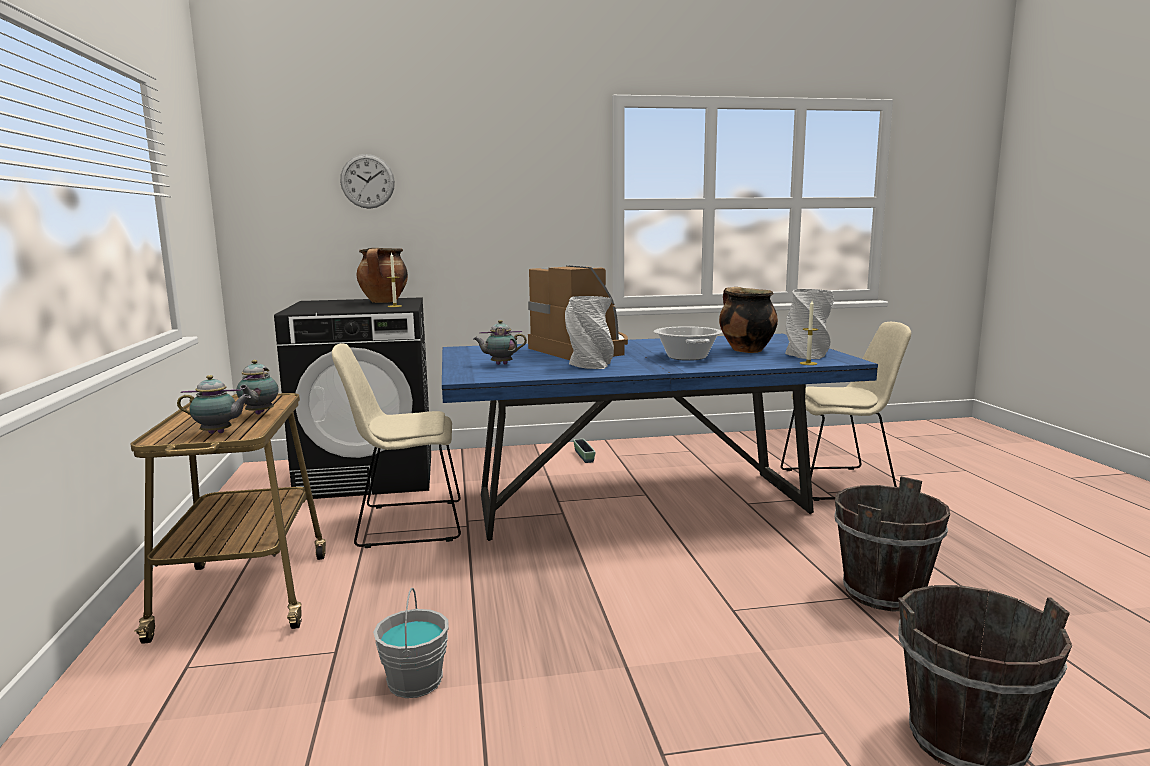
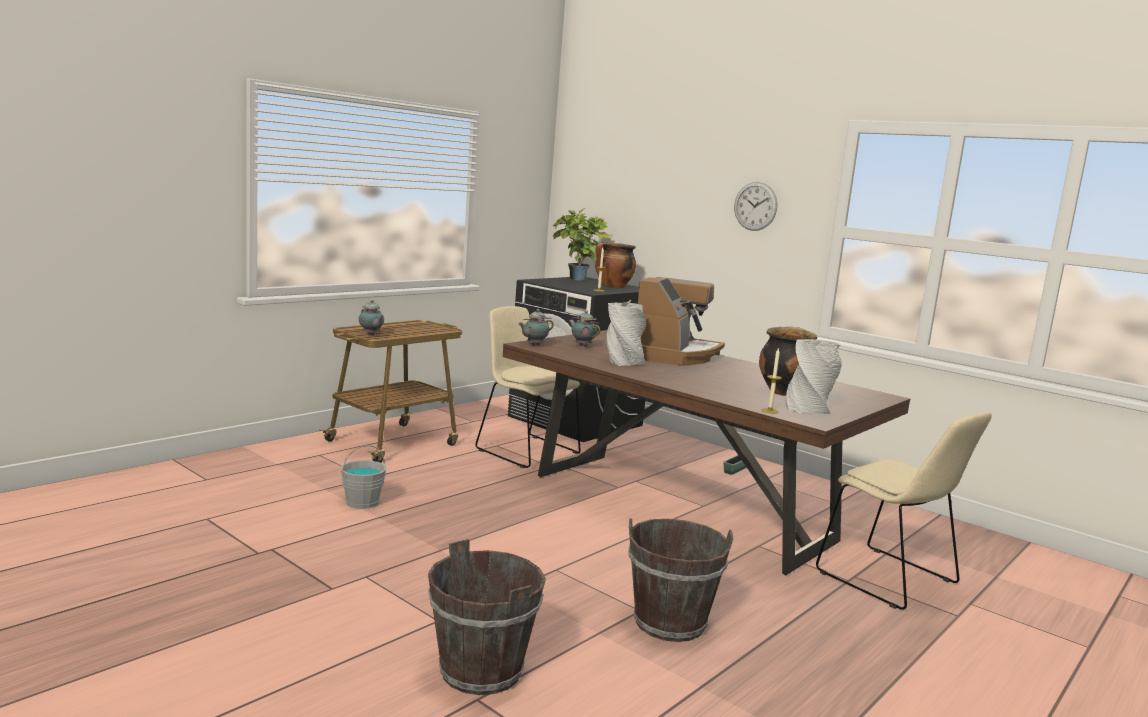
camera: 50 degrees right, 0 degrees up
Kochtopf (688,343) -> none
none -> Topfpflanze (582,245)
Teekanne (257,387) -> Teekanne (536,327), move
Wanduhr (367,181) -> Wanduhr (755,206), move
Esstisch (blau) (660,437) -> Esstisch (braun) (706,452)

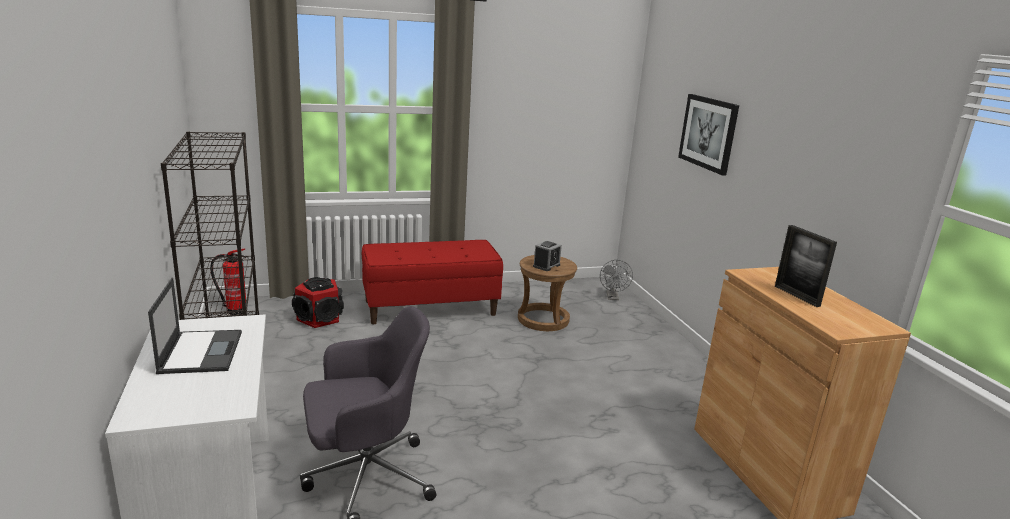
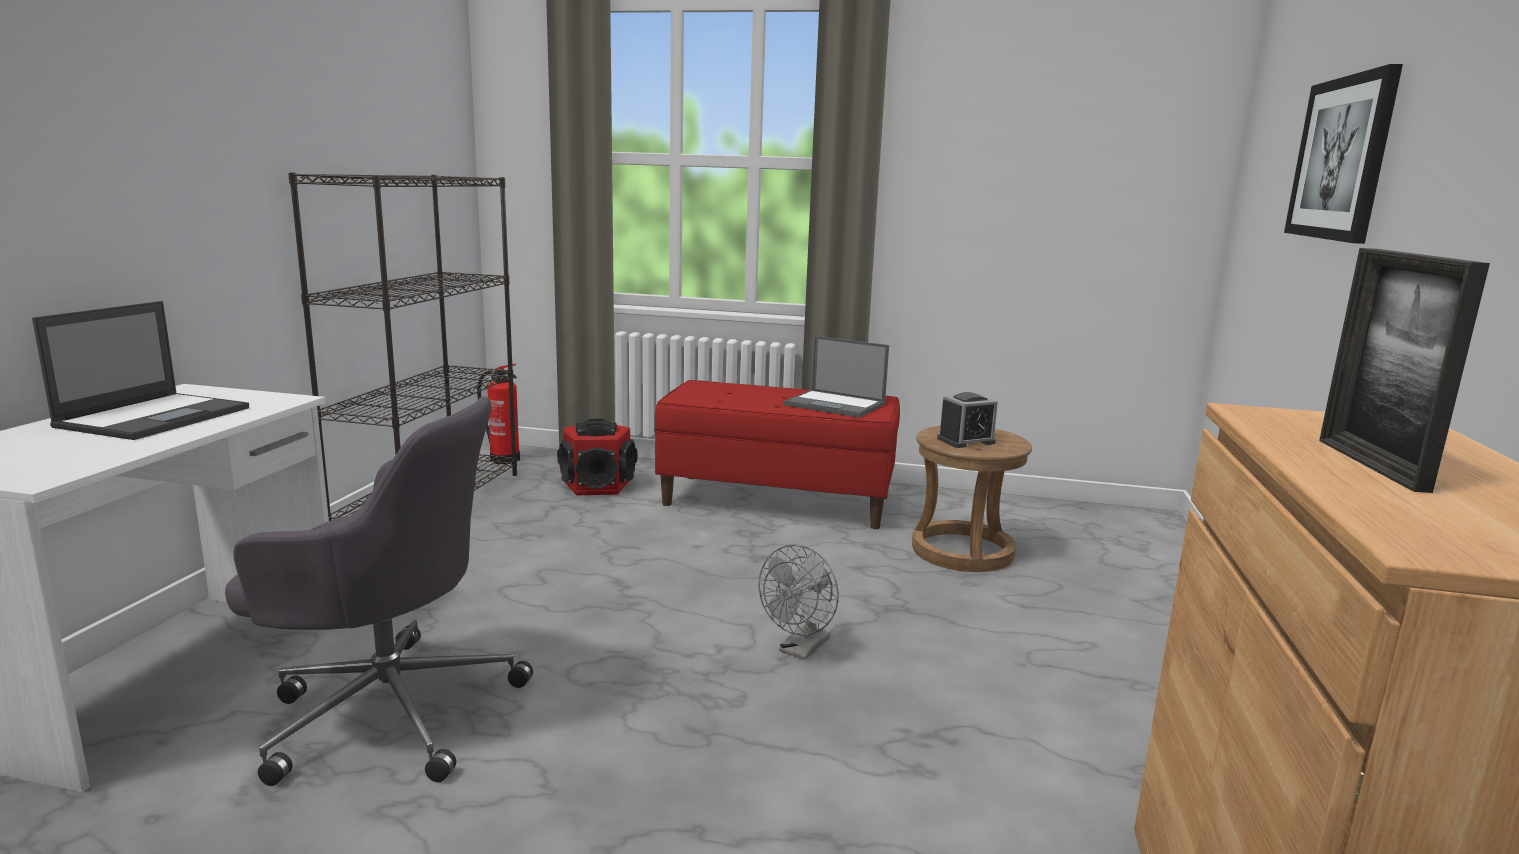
camera: 30 degrees right, 5 degrees down
none -> Laptop (836,377)
Ventilator (grau) (616,280) -> Ventilator (grau) (798,602), move

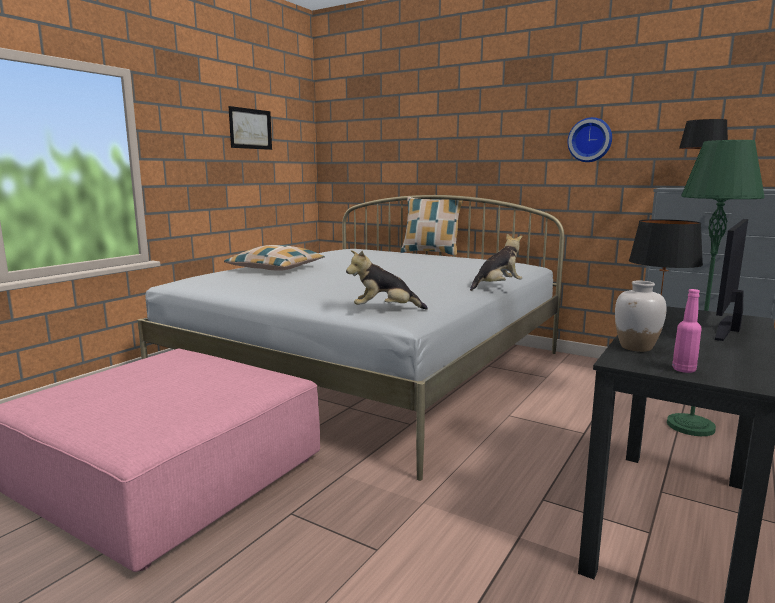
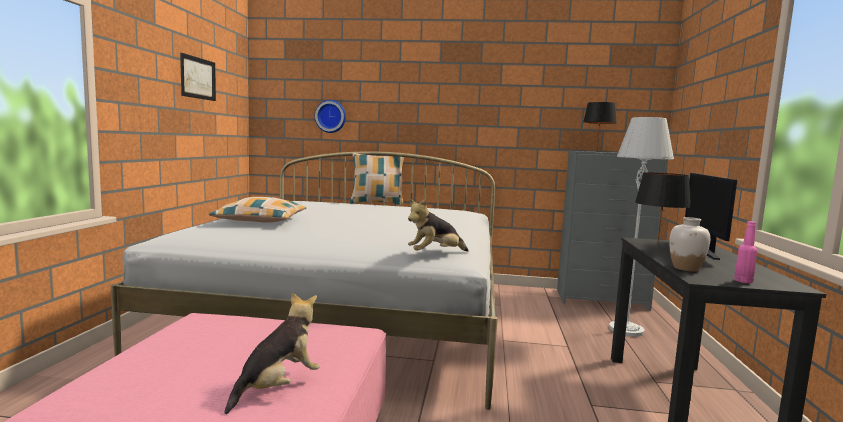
camera: 25 degrees left, 5 degrees down
Plüschtier (496,262) -> Plüschtier (272,353), move
Wanduhr (589,139) -> Wanduhr (330,116), move
Stehlampe (grün) (716,288) -> Stehlampe (grau) (641,227)

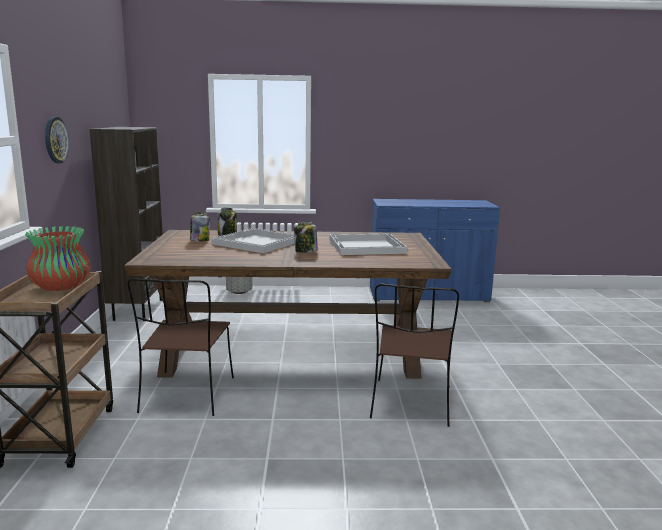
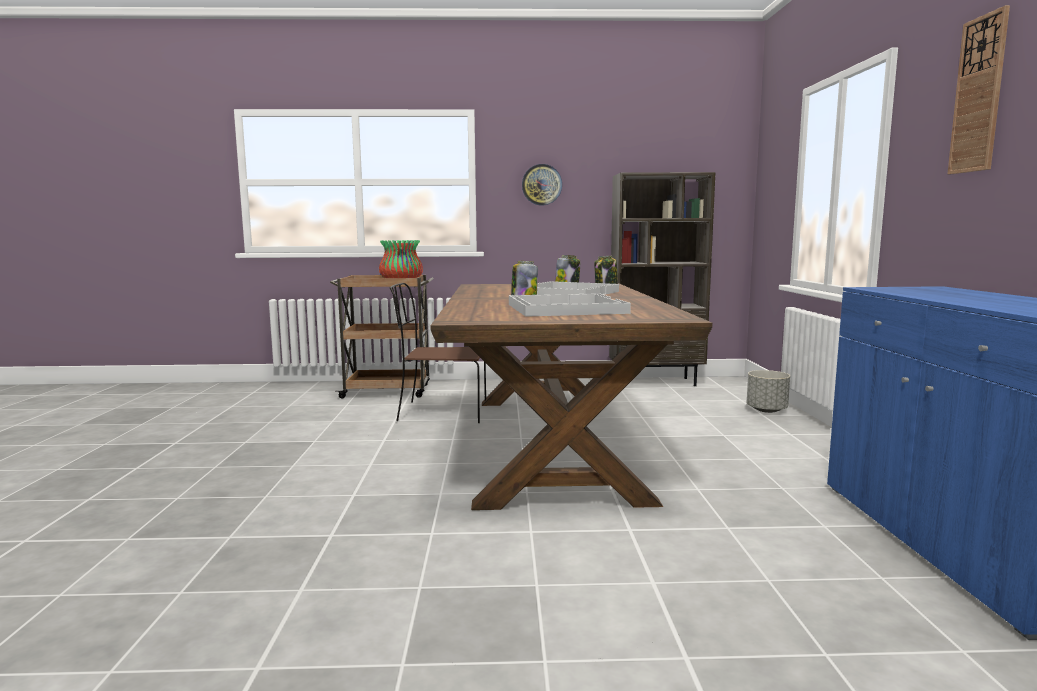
camera: 90 degrees right, 5 degrees down
Stuhl (braun) (414,355) -> none
none -> Wanduhr (979,89)

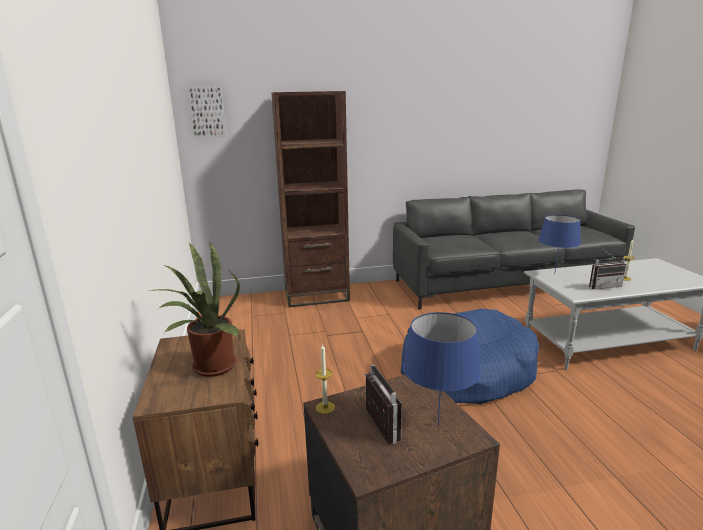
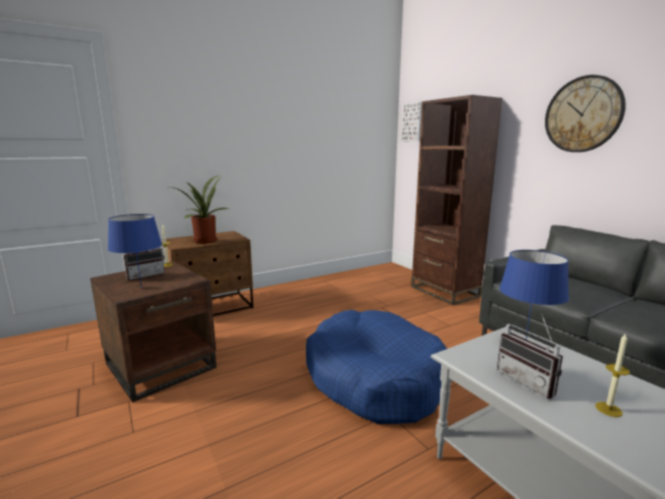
camera: 70 degrees right, 5 degrees down
none -> Wanduhr (585,113)

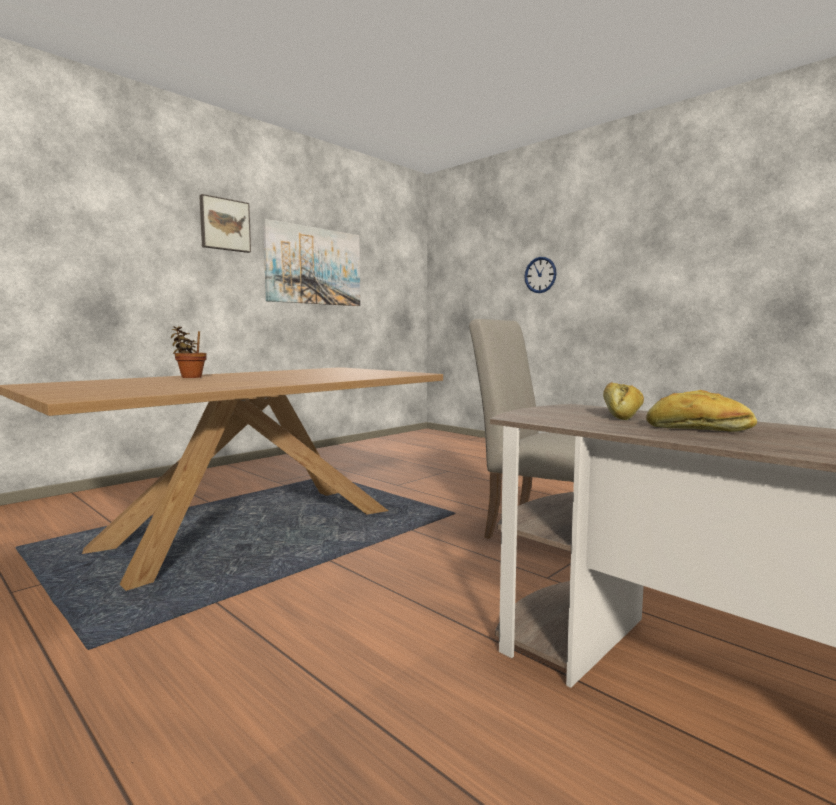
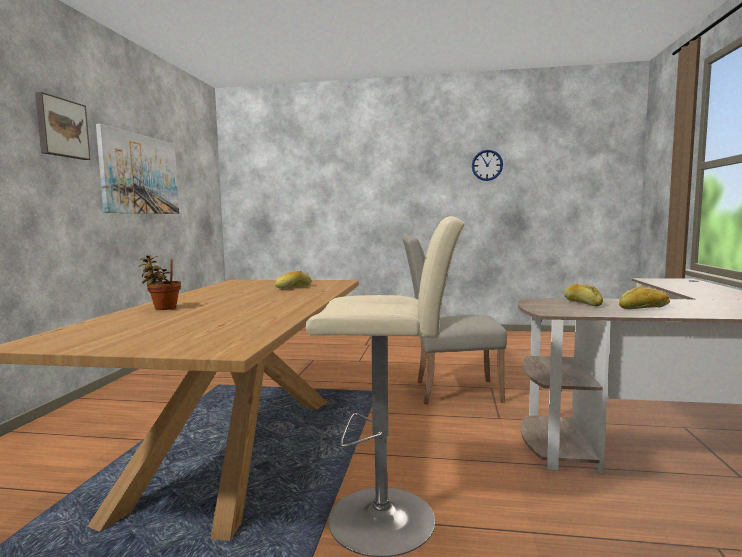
camera: 35 degrees left, 0 degrees up
none -> Brot (293,280)
none -> Hocker (beige) (385,386)
Wanduhr (540,275) -> Wanduhr (487,165), move

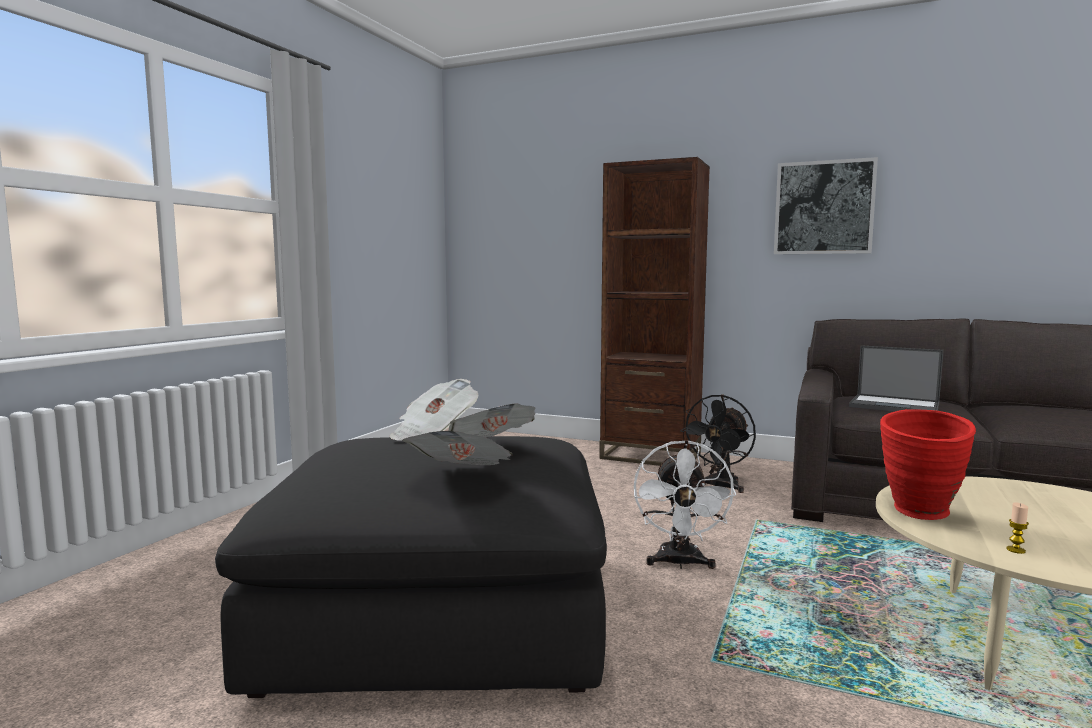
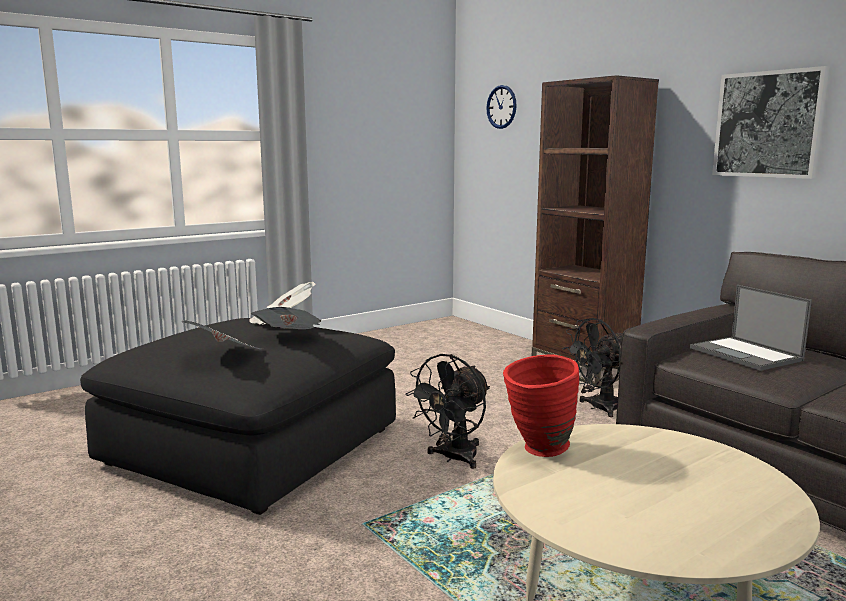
camera: 30 degrees right, 5 degrees up
Kerze (1017,528) -> none
none -> Wanduhr (501,107)
Ventilator (weiß) (685,504) -> Ventilator (schwarz) (448,411)

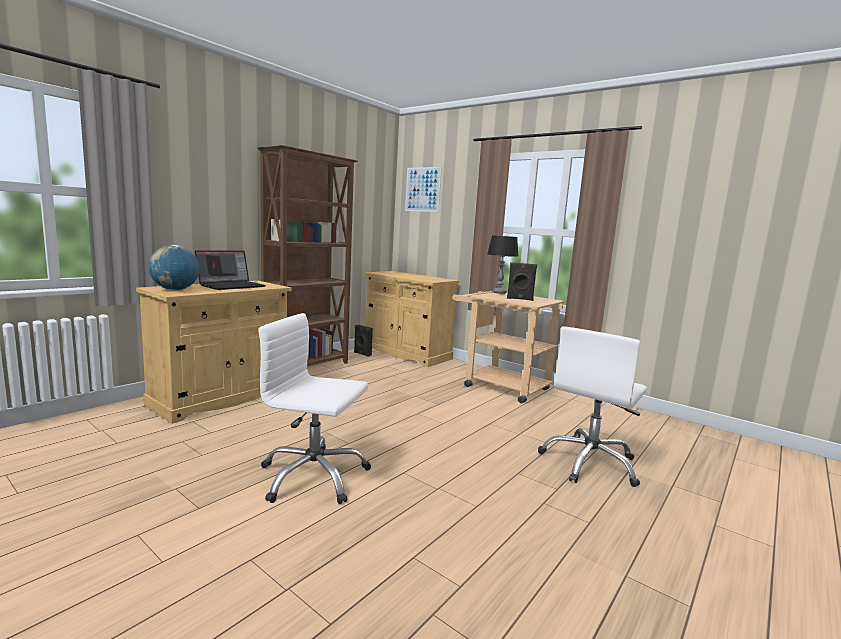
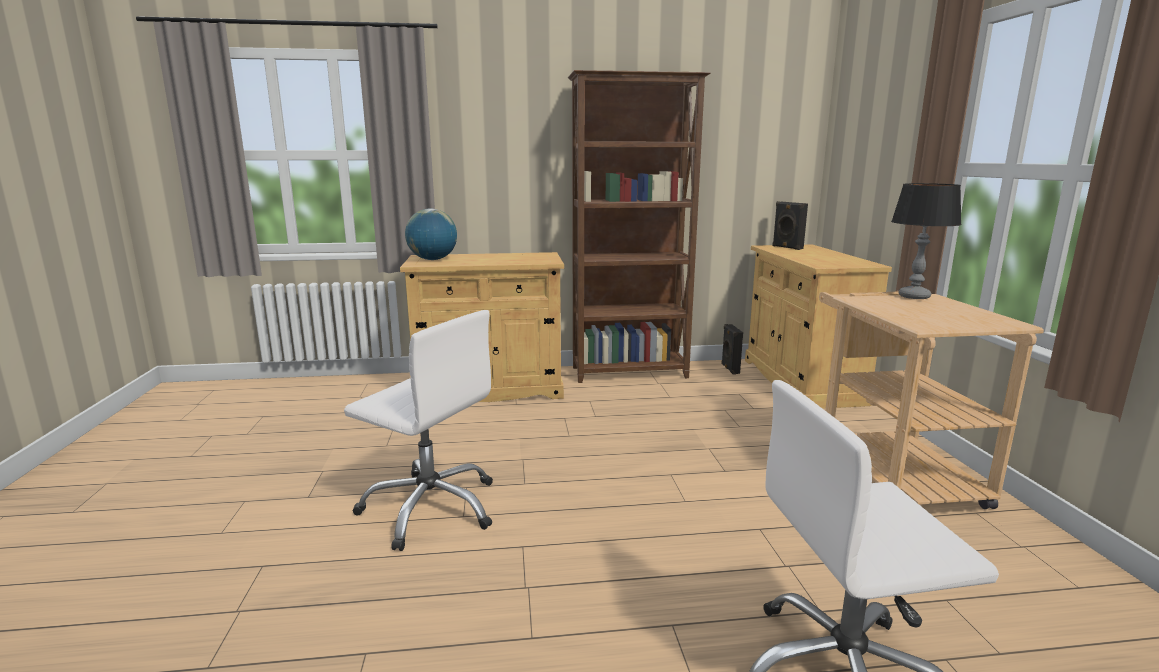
camera: 45 degrees right, 5 degrees up
Laptop (230,270) -> none
Bild (423,189) -> none
Lautsprecher (schwarz) (522,281) -> Lautsprecher (schwarz) (790,225), move
Bürostuhl (weiß) (314,408) -> Bürostuhl (weiß) (418,430), 150 degrees clockwise

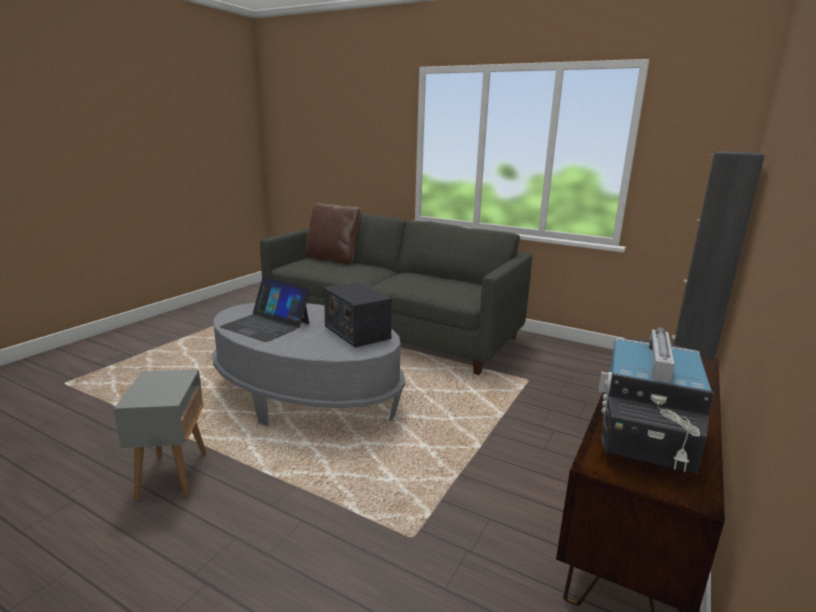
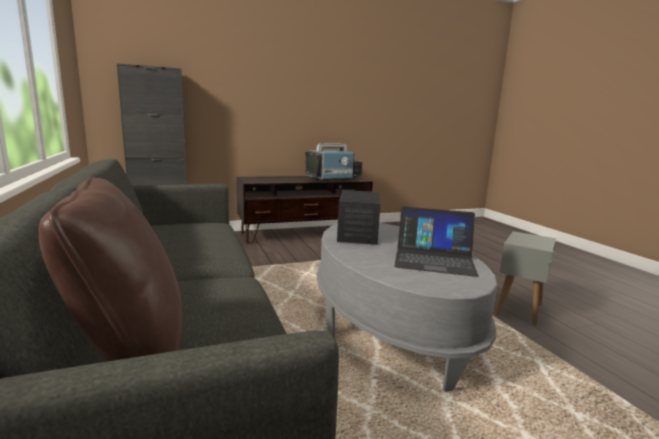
camera: 140 degrees left, 5 degrees down
Laptop (265,309) -> Laptop (436,241), 120 degrees clockwise

